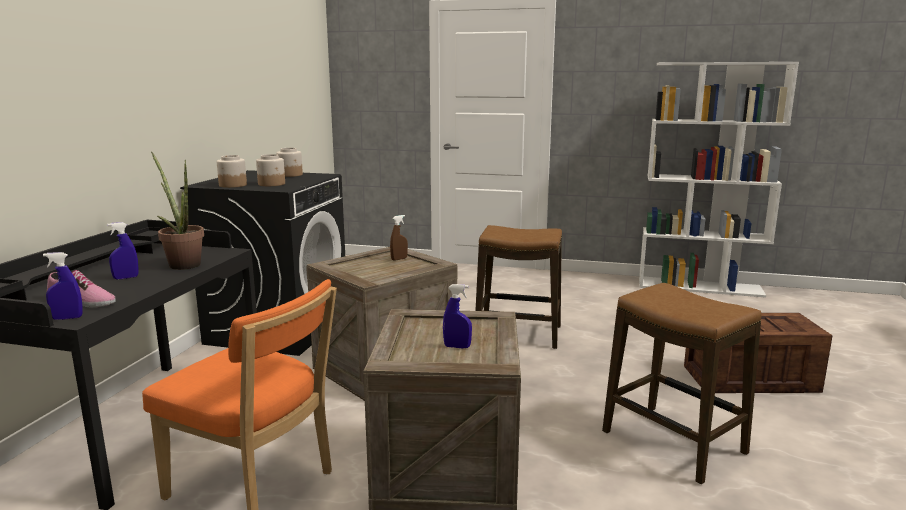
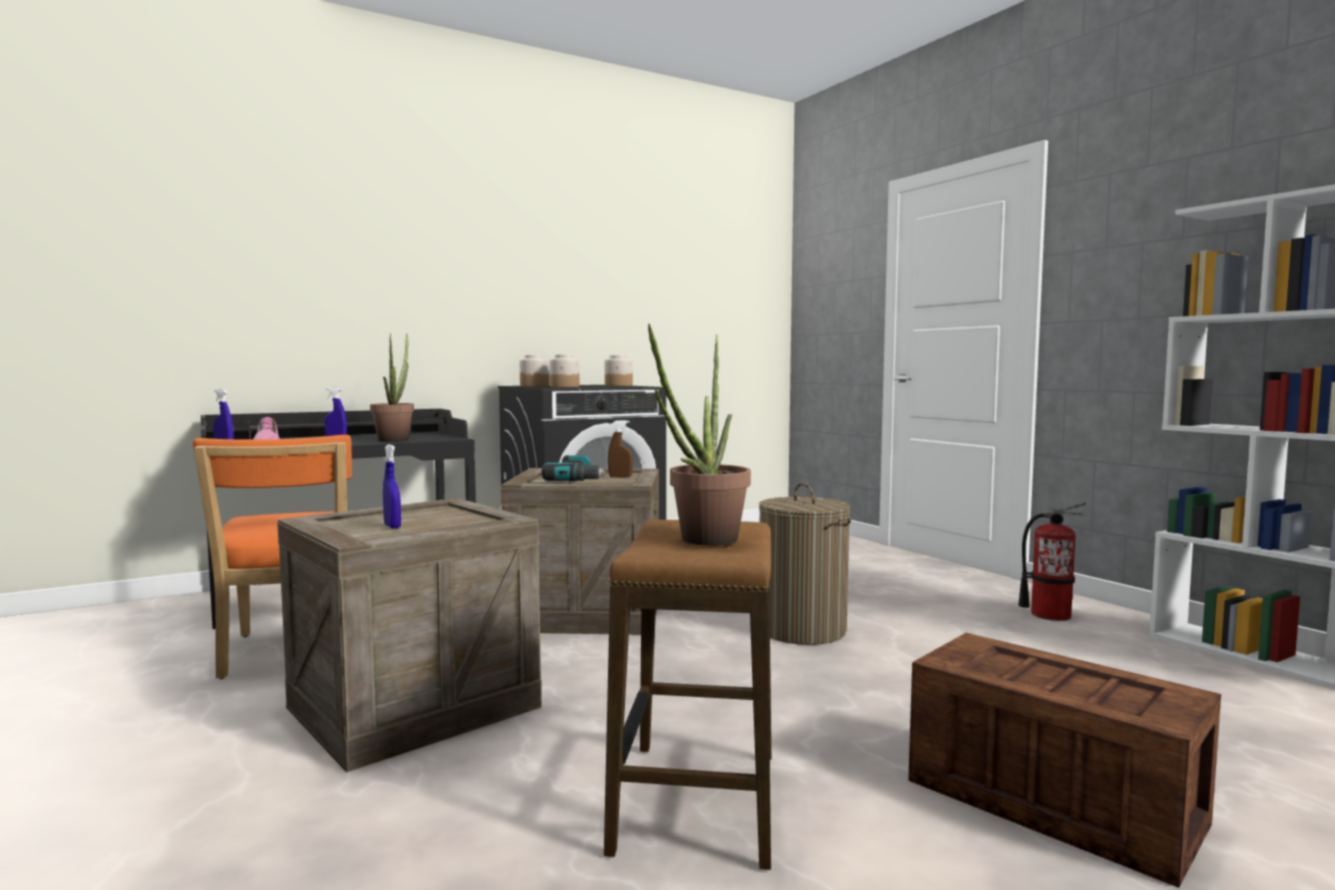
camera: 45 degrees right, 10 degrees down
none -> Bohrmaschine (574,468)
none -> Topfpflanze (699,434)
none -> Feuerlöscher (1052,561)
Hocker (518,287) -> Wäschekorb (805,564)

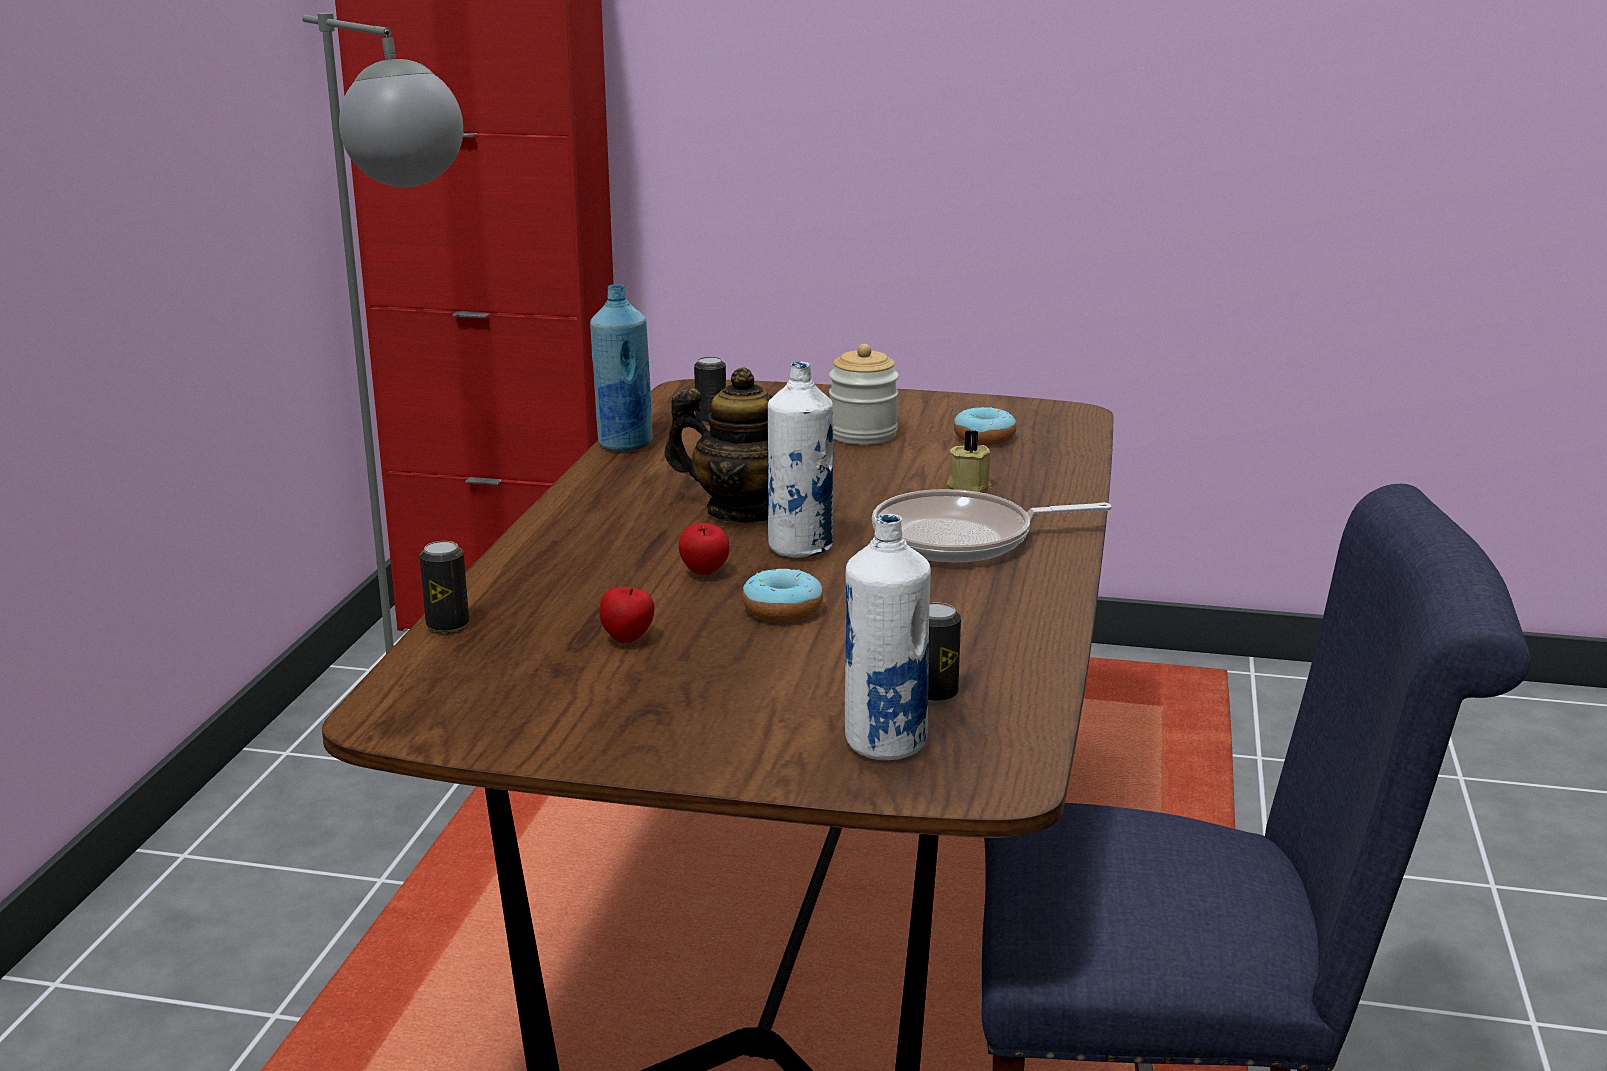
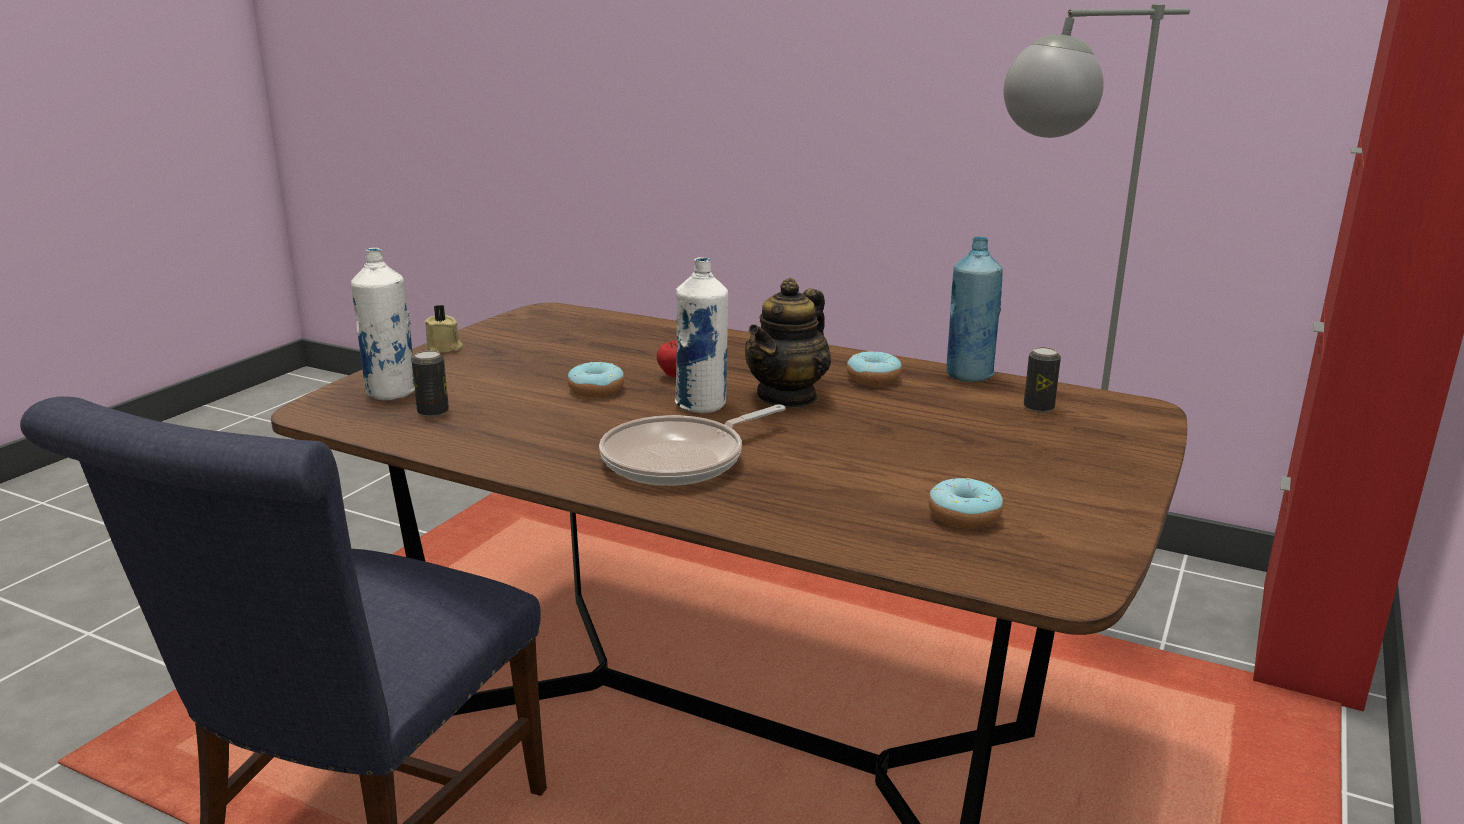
camera: 105 degrees right, 0 degrees up
Dose (444,587) -> none
Apfel (626,615) -> none
Vorratsglas (864,394) -> none
none -> Donut (874,368)
Kerze (beige) (969,461) -> Kerze (beige) (444,329), move
Pfanne (992,525) -> Pfanne (692,445), 135 degrees counterclockwise

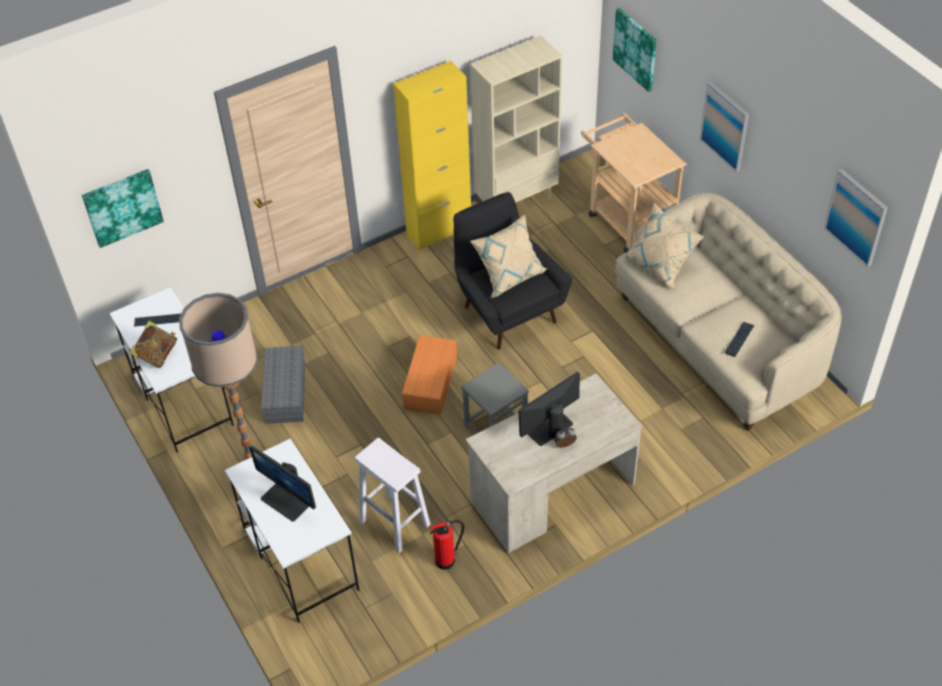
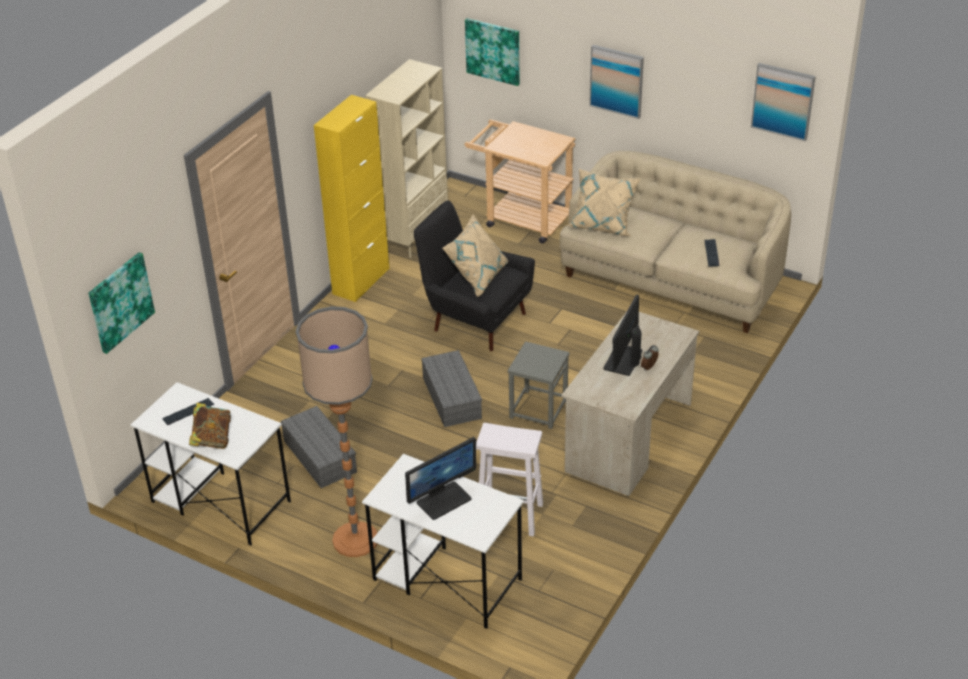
camera: 30 degrees left, 10 degrees down
Feuerlöscher (447,545) -> none
Aufbewahrungsbox (orange) (429,375) -> Aufbewahrungsbox (grau) (451,388)
Monitor (282,483) -> Monitor (440,478), 45 degrees counterclockwise

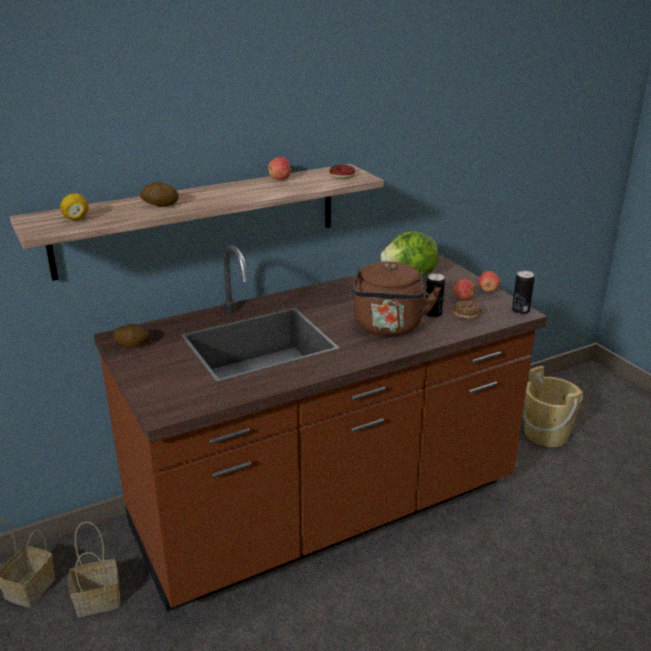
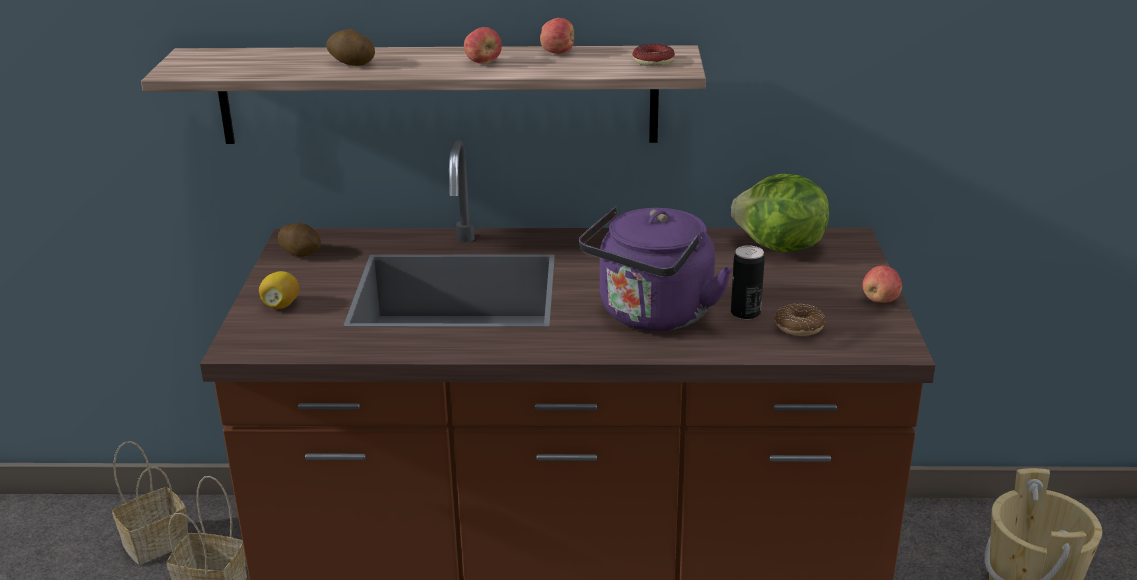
camera: 30 degrees right, 0 degrees up
Dose (523,292) -> none
Zitrone (74,206) -> Zitrone (279,290), move
Apfel (464,290) -> Apfel (483,45), move
Wasserkessel (braun) (397,298) -> Wasserkessel (lila) (655,268)

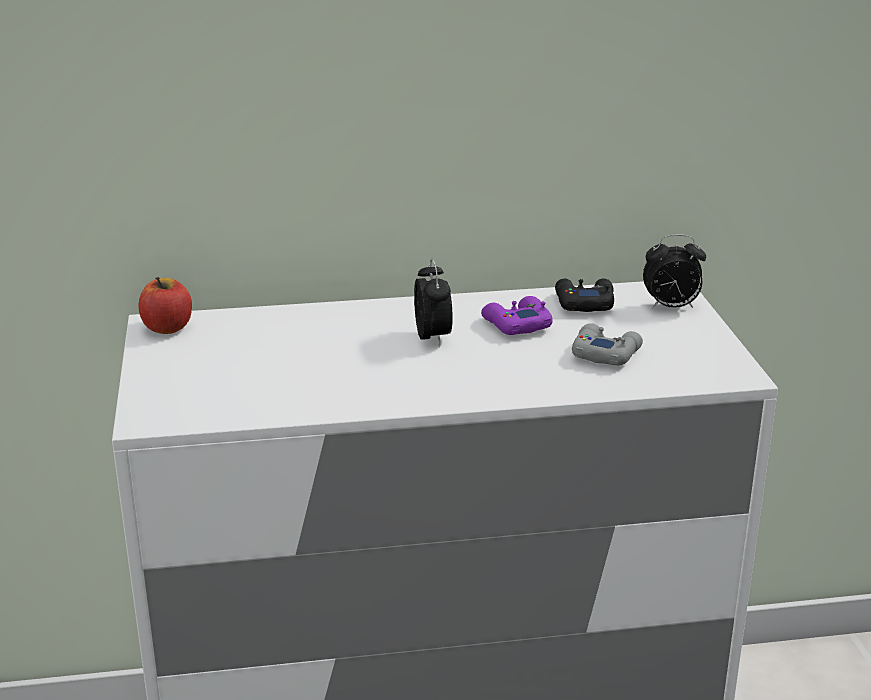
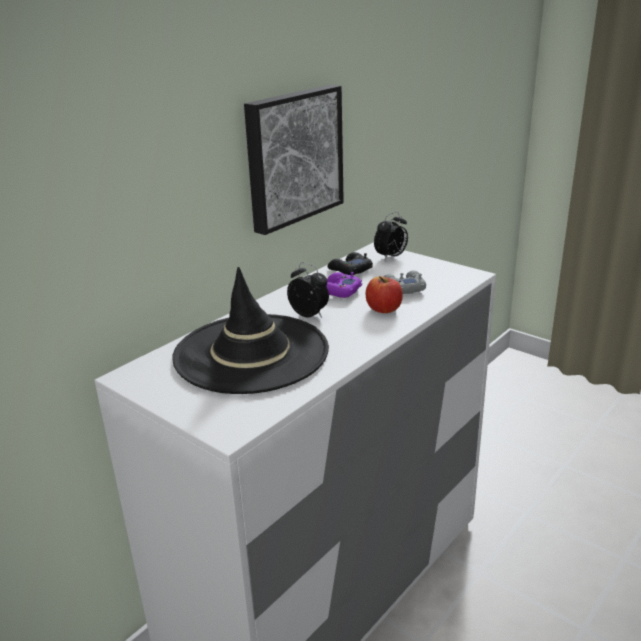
camera: 40 degrees left, 0 degrees up
none -> Hut (schwarz) (250,330)
none -> Bild (294,160)
Apfel (165,305) -> Apfel (384,294), move

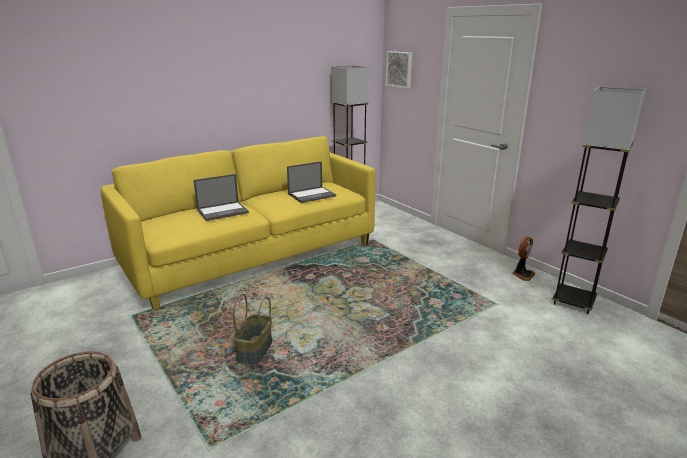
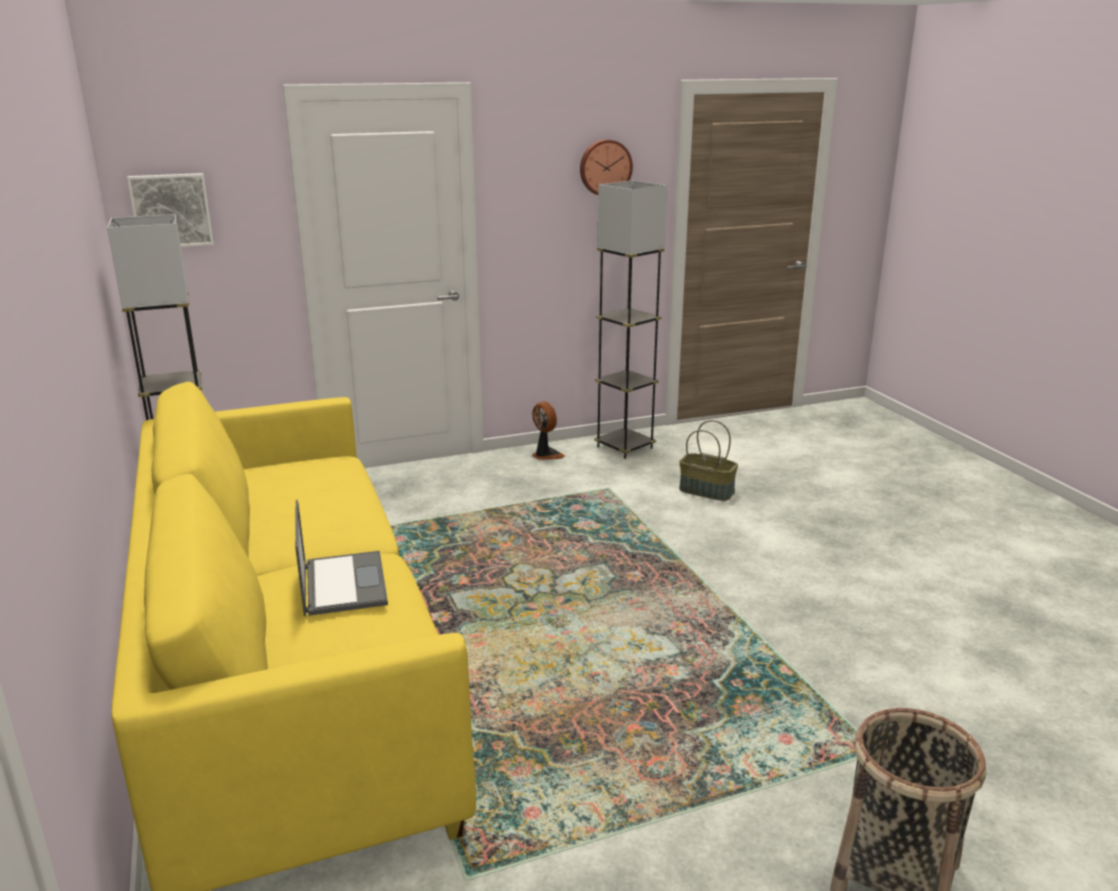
camera: 75 degrees left, 0 degrees up
Laptop (311,182) -> none
none -> Wanduhr (606,167)
Korb (252,329) -> Korb (708,460), move

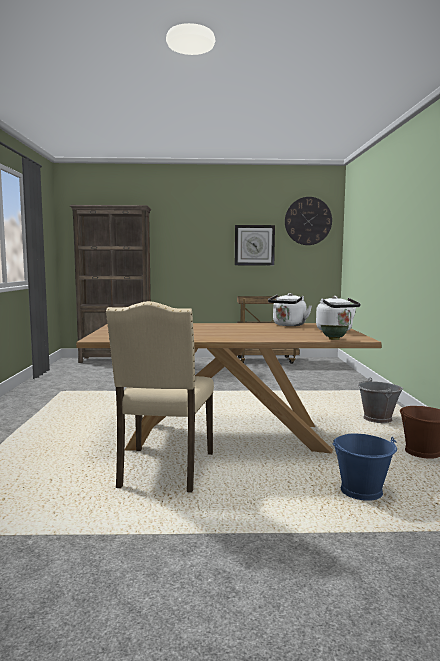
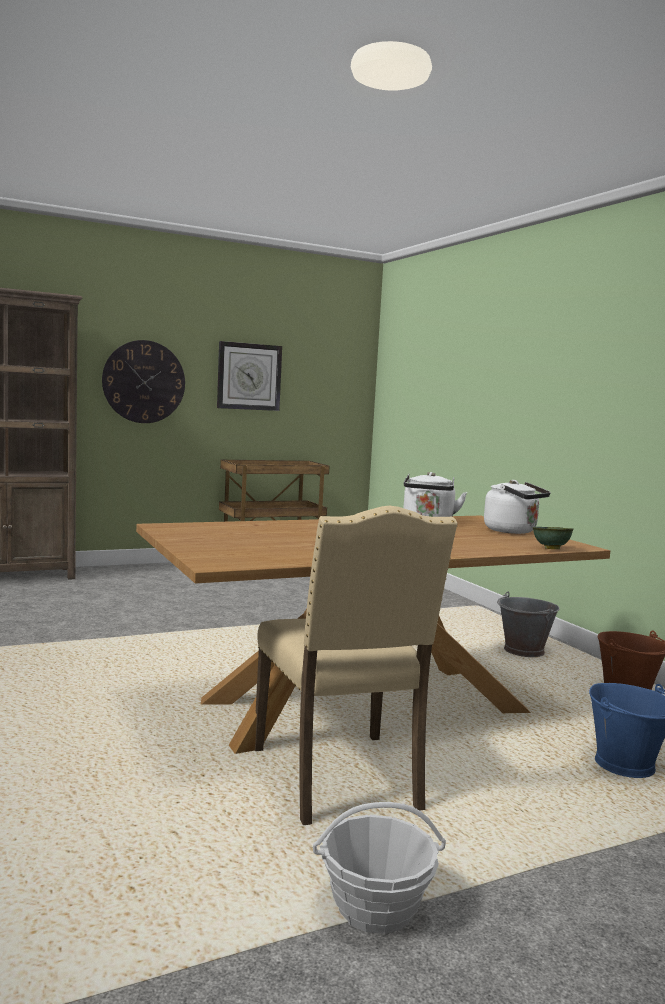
camera: 25 degrees left, 0 degrees up
none -> Korb (379,868)
Wanduhr (308,221) -> Wanduhr (143,381), move

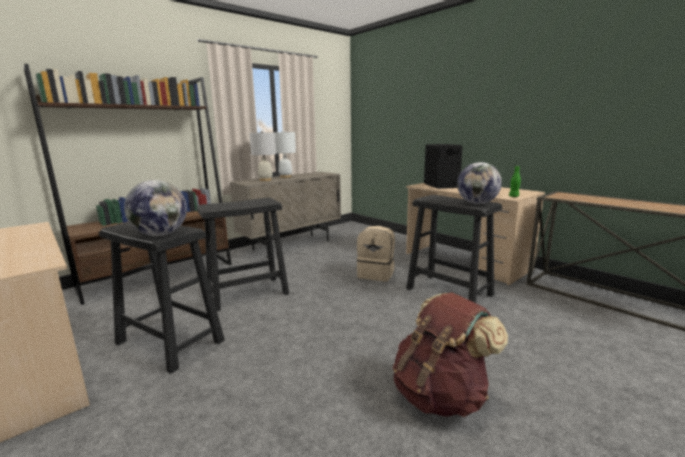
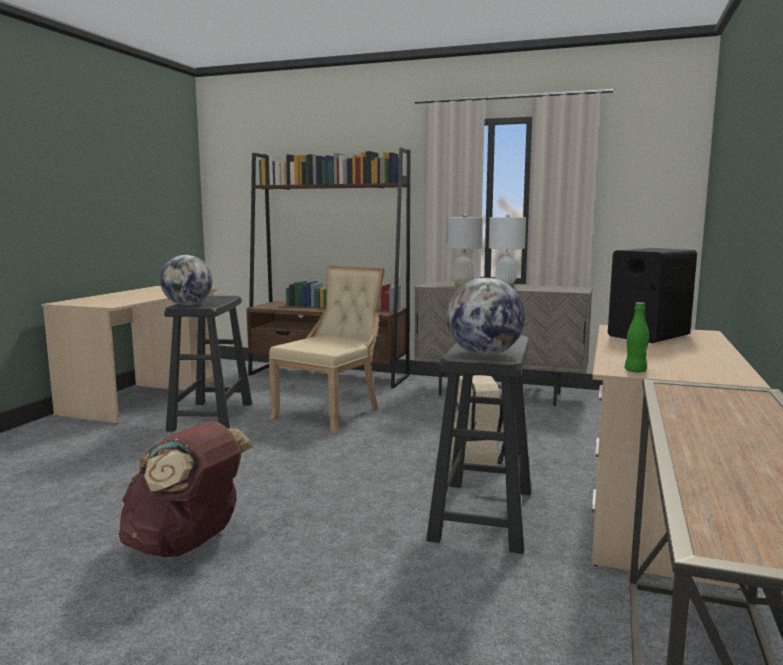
camera: 60 degrees right, 5 degrees down
Hocker (schwarz) (243,254) -> Stuhl (beige) (327,349)

